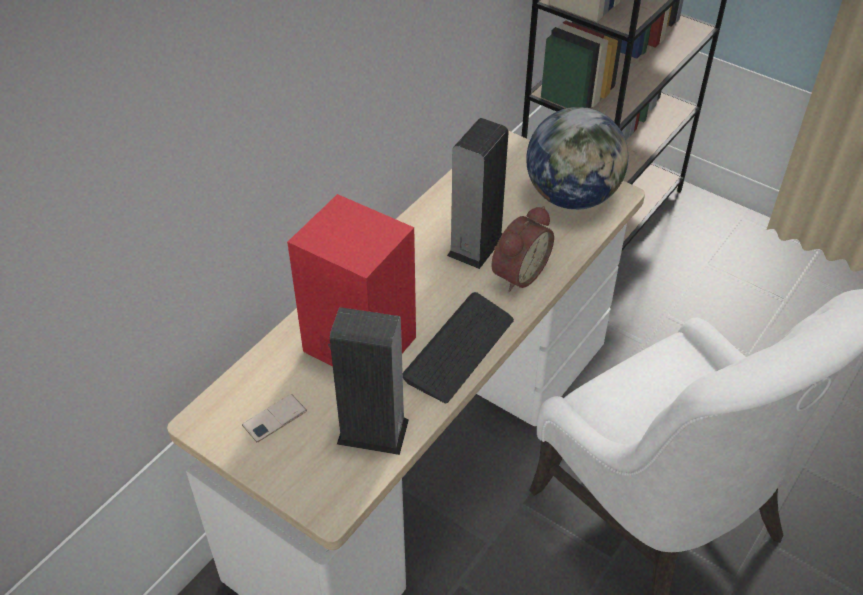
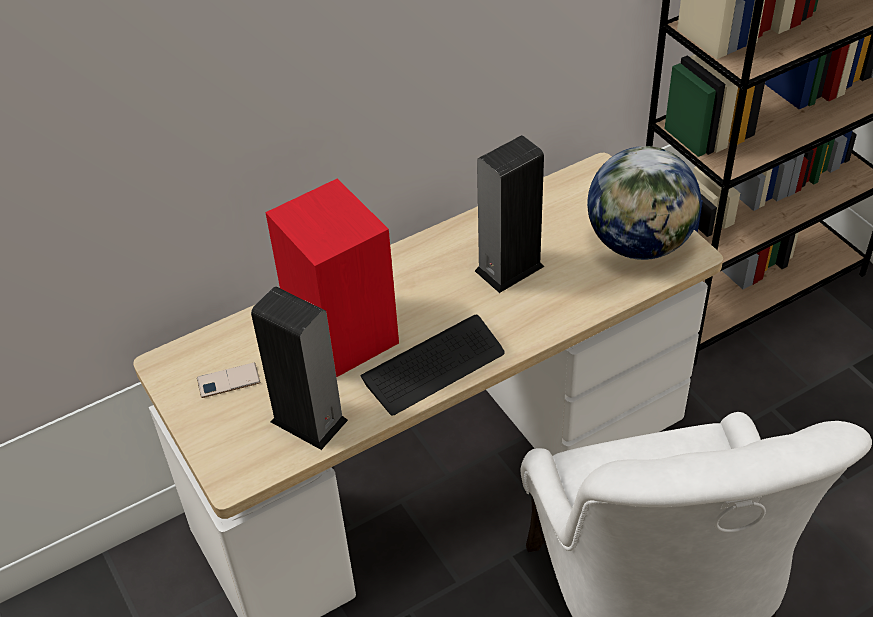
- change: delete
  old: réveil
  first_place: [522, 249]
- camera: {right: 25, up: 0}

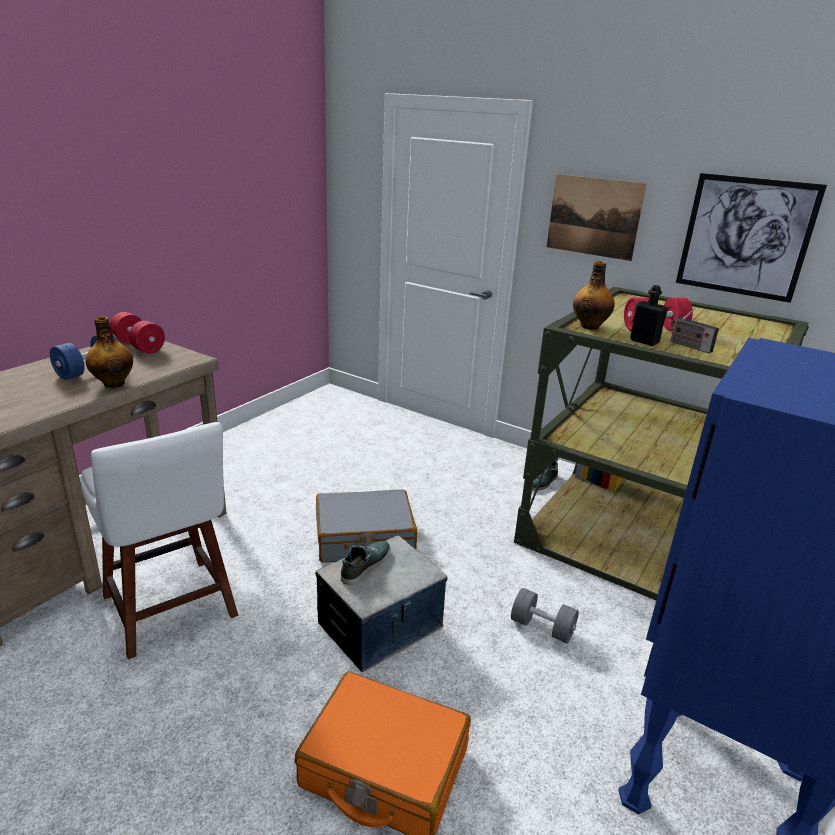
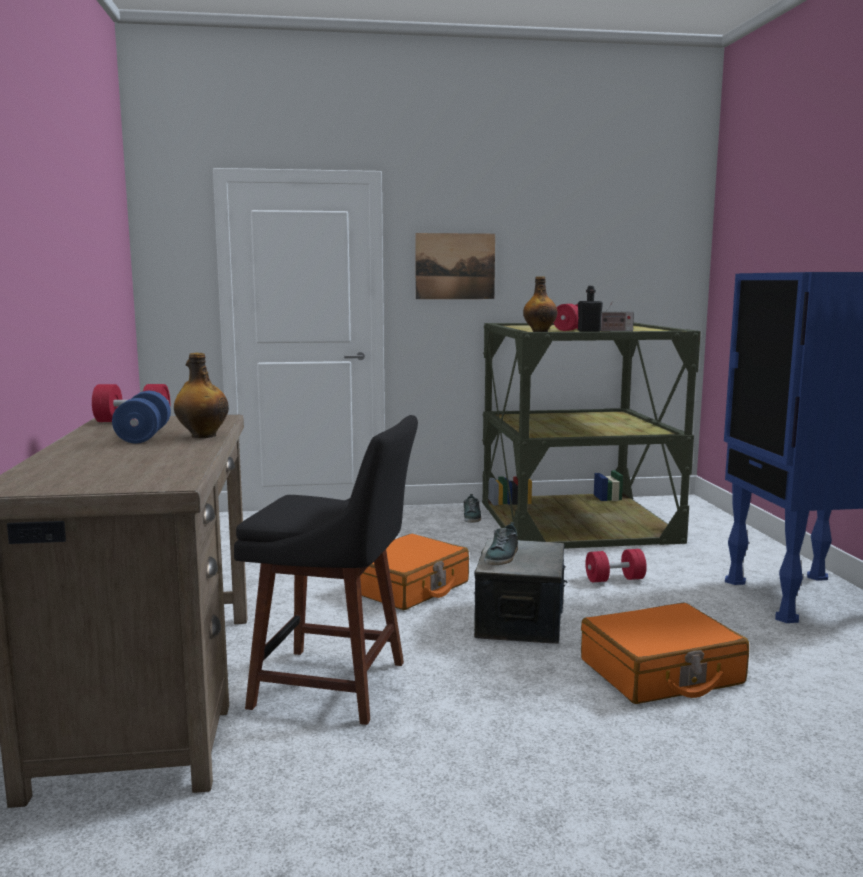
- change: recolor
  old: tabouret/blanc
  new: tabouret/noir
  first_place: [159, 541]
  second_place: [326, 570]
- change: recolor
  old: valise/gris
  new: valise/orange
  first_place: [366, 526]
  second_place: [414, 572]
- change: rotate
  old: chaussure
  first_place: [365, 563]
  second_place: [501, 543]
  degrees: -150
- change: recolor
  old: haltère/gris
  new: haltère/rouge
  first_place: [545, 615]
  second_place: [616, 565]
- change: delete
  old: tableau
  first_place: [751, 238]
- camera: {right: -40, up: -15}

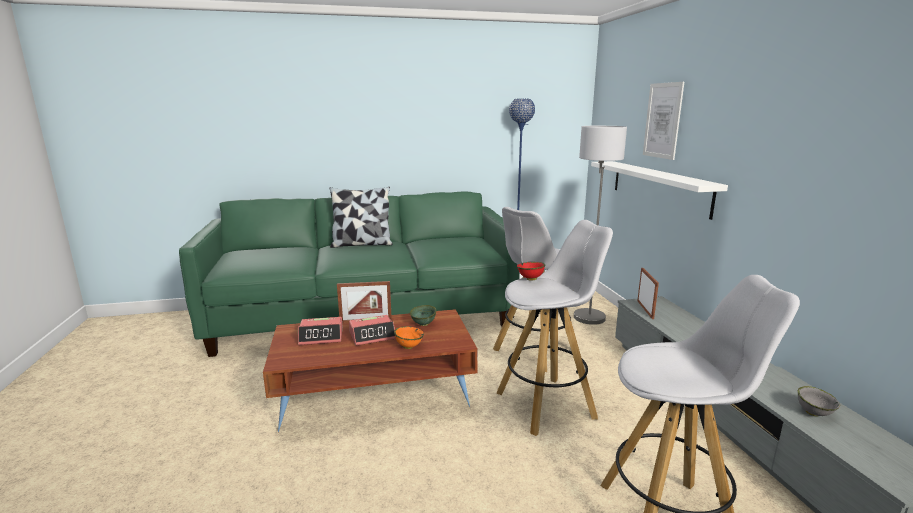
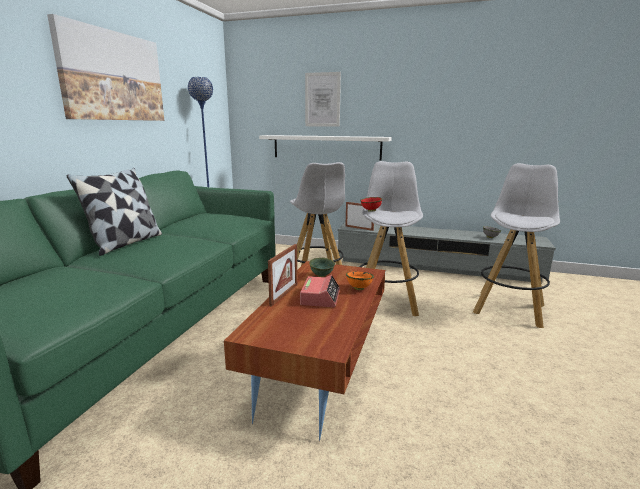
- change: insert
  new: tableau
  second_place: [106, 67]
- change: delete
  old: réveil
  first_place: [320, 331]
- change: delete
  old: lampadaire/gris
  first_place: [600, 225]
- camera: {right: -60, up: 0}

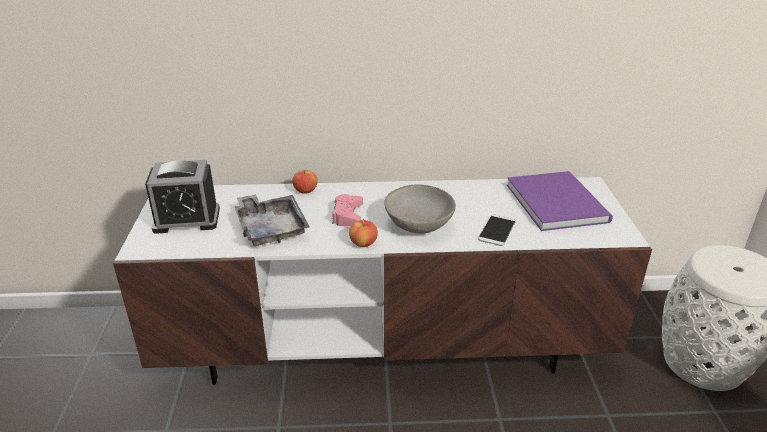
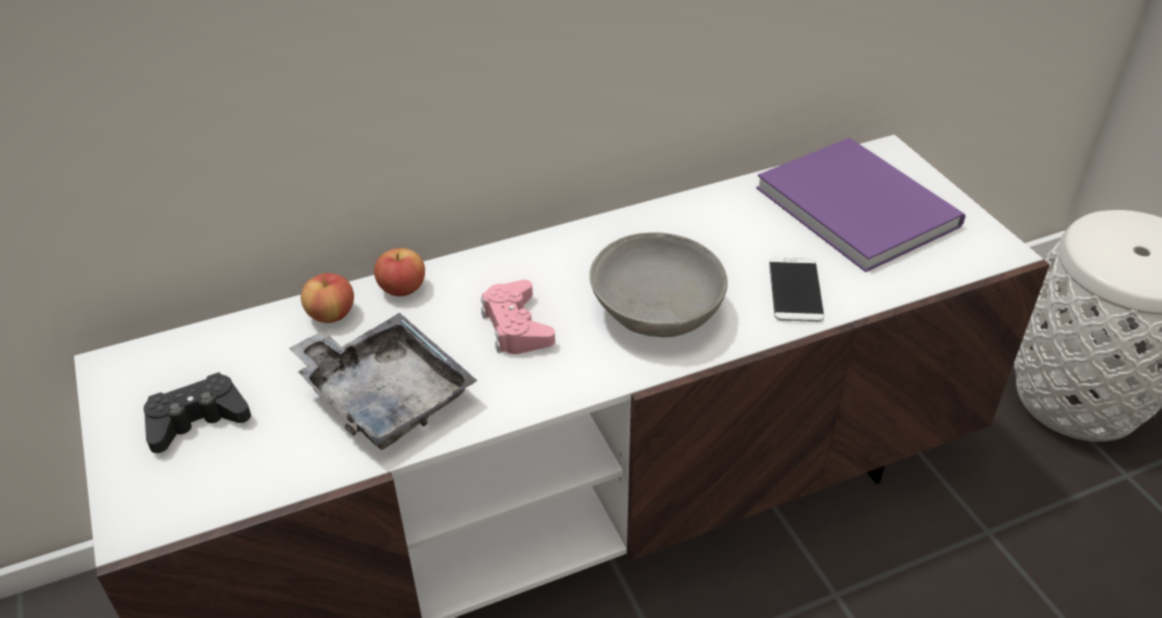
- change: replace
  old: réveil
  new: manette/noir
  first_place: [182, 197]
  second_place: [197, 412]
- change: move
  old: pomme
  first_place: [363, 233]
  second_place: [327, 298]
- camera: {right: -20, up: 10}

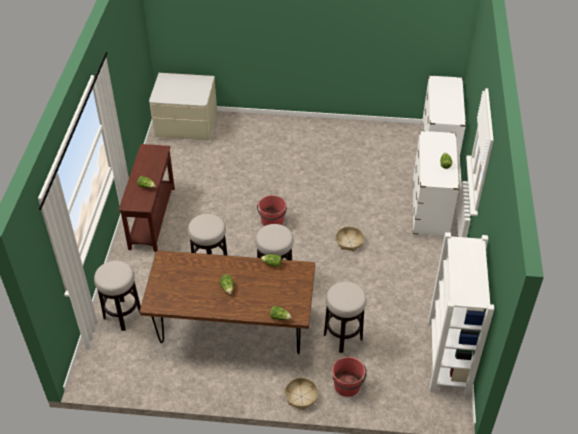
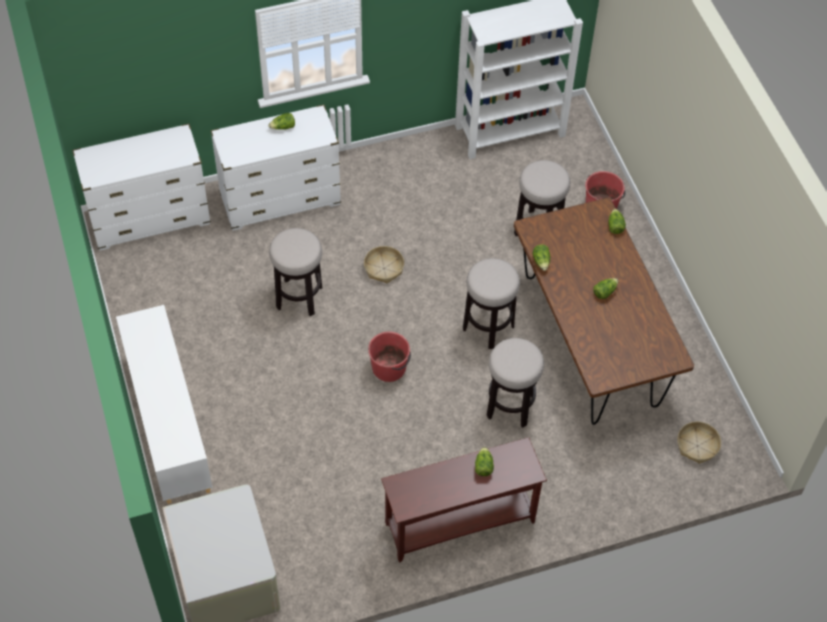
- change: insert
  new: meuble de rangement/blanc
  second_place: [164, 404]
- change: move
  old: tabouret
  first_place: [117, 295]
  second_place: [295, 272]
- change: move
  old: panier
  first_place: [301, 393]
  second_place: [699, 442]
- camera: {right: -115, up: 10}

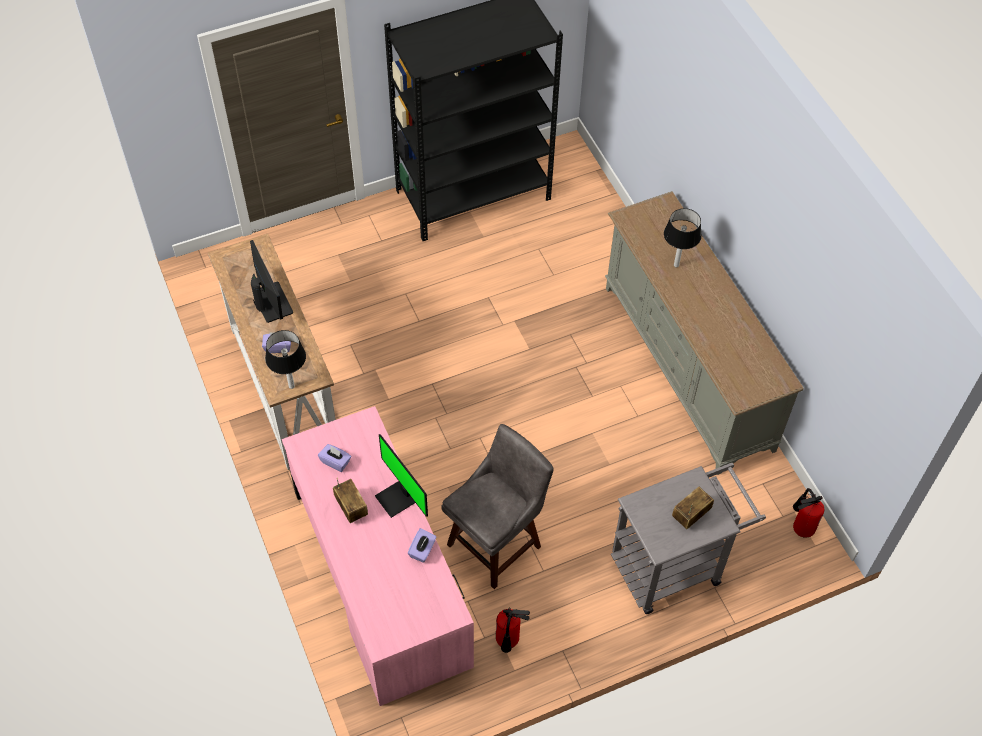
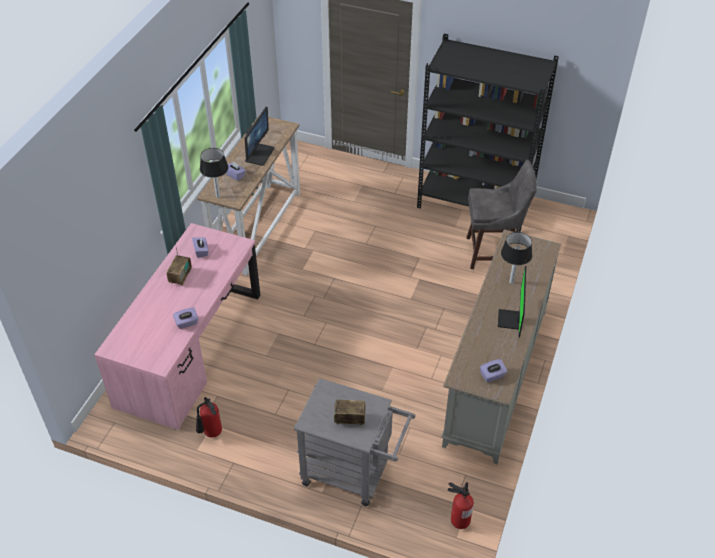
- change: move
  old: tabouret/gris
  first_place: [498, 506]
  second_place: [502, 214]
- change: insert
  new: boîte à mouchoirs/violet
  second_place: [493, 370]
- change: move
  old: écran d'ordinateur
  first_place: [401, 476]
  second_place: [512, 301]
- camera: {right: 45, up: -10}

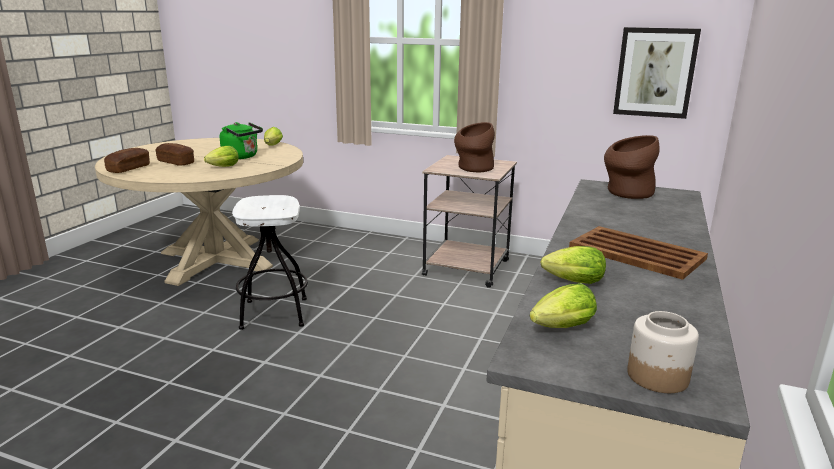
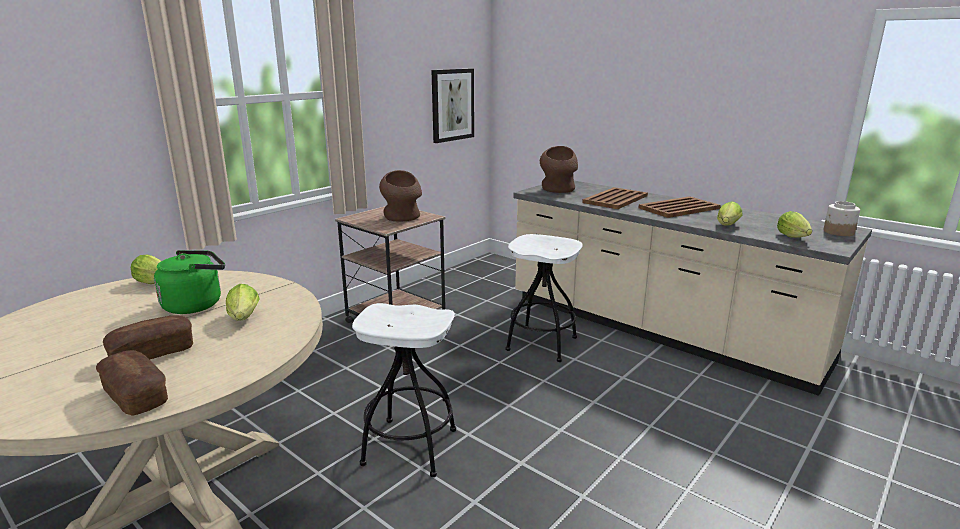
- change: insert
  new: tabouret/blanc
  second_place: [544, 298]
- change: insert
  new: plateau/marron
  second_place: [615, 198]
- camera: {right: -70, up: 0}

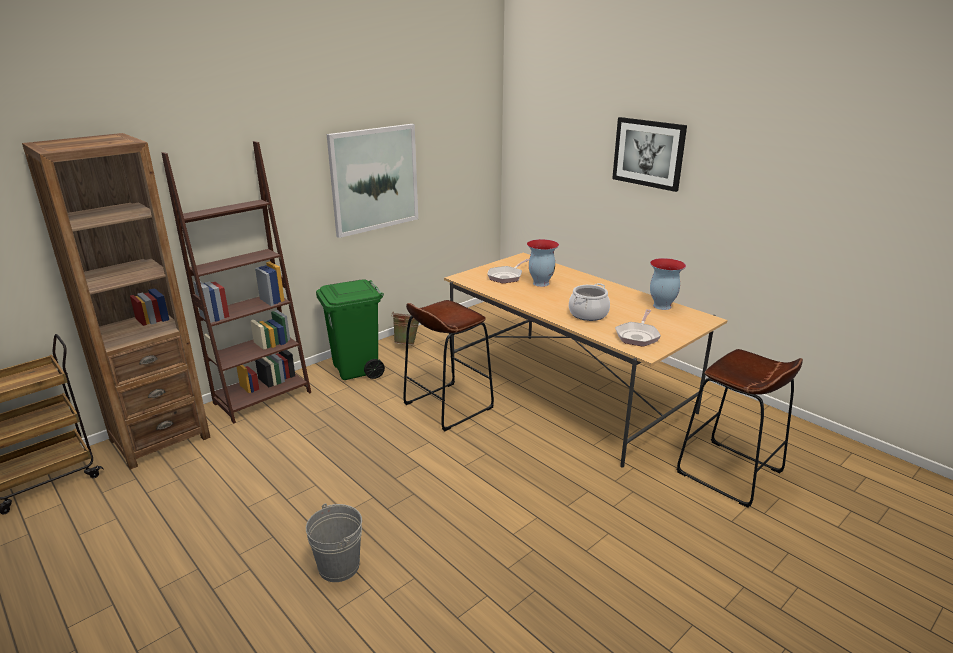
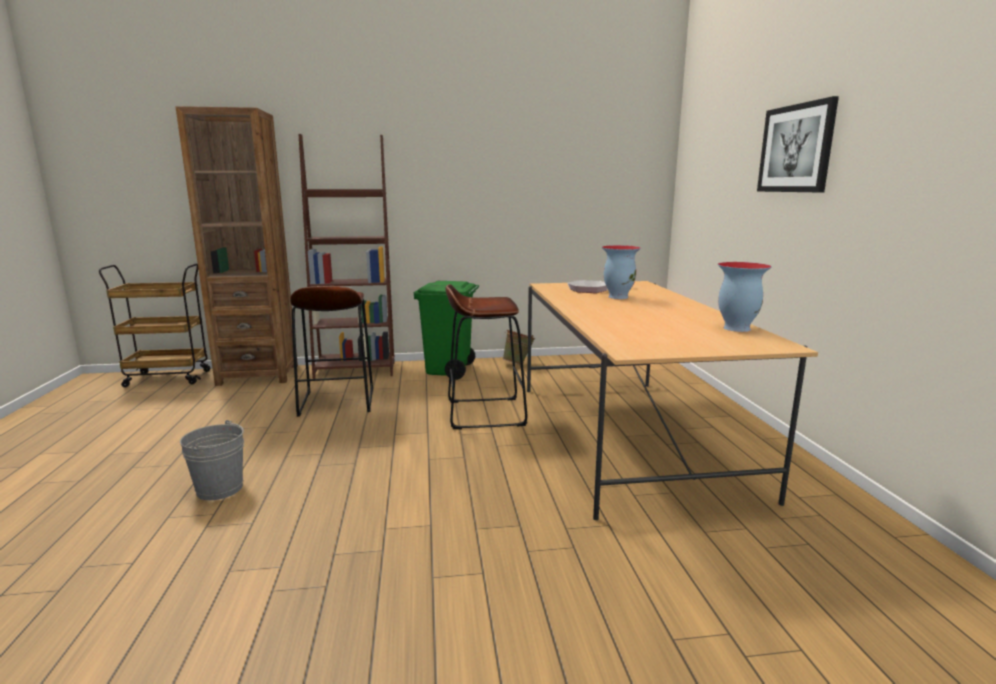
- change: move
  old: tabouret/marron
  first_place: [740, 428]
  second_place: [331, 351]
- change: delete
  old: tableau
  first_place: [372, 181]
- change: delete
  old: marmite
  first_place: [589, 302]
- change: delete
  old: poêle
  first_place: [638, 328]
- camera: {right: 35, up: -10}

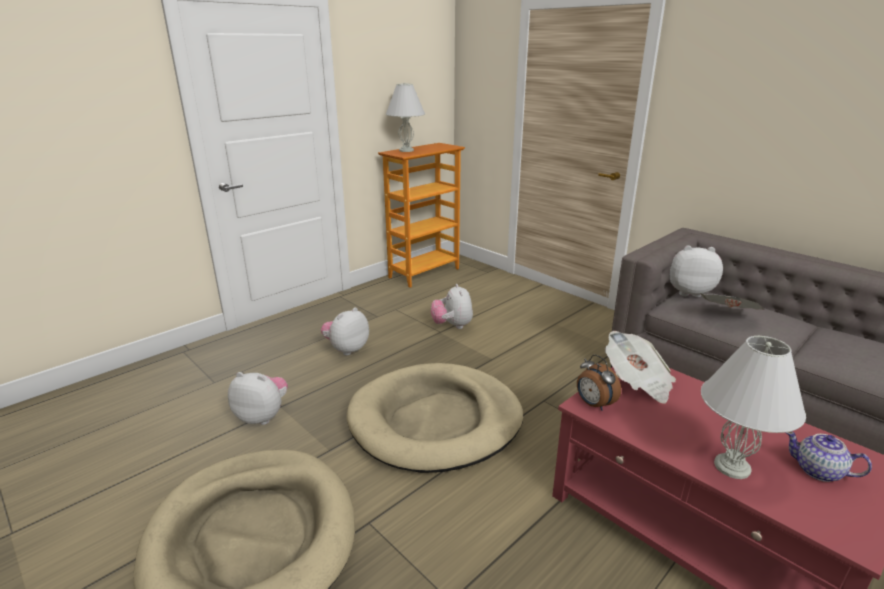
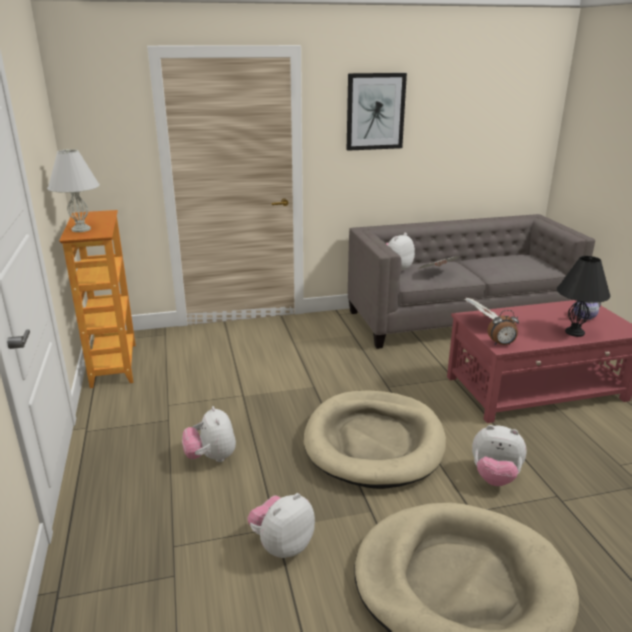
- change: insert
  new: tableau
  second_place: [377, 112]
- change: move
  old: peluche
  first_place: [452, 306]
  second_place: [499, 455]
- change: recolor
  old: lampe de table/blanc
  new: lampe de table/noir
  first_place: [753, 407]
  second_place: [583, 296]
- camera: {right: -60, up: 0}

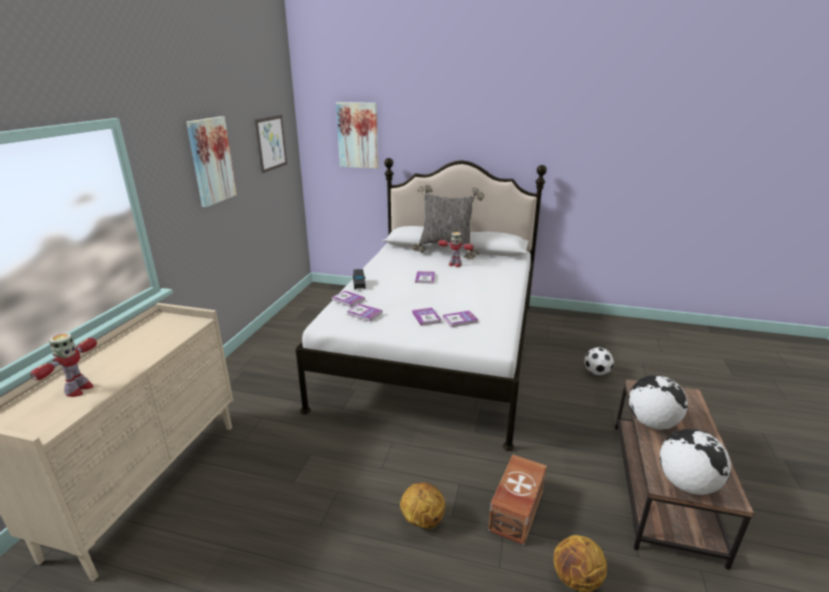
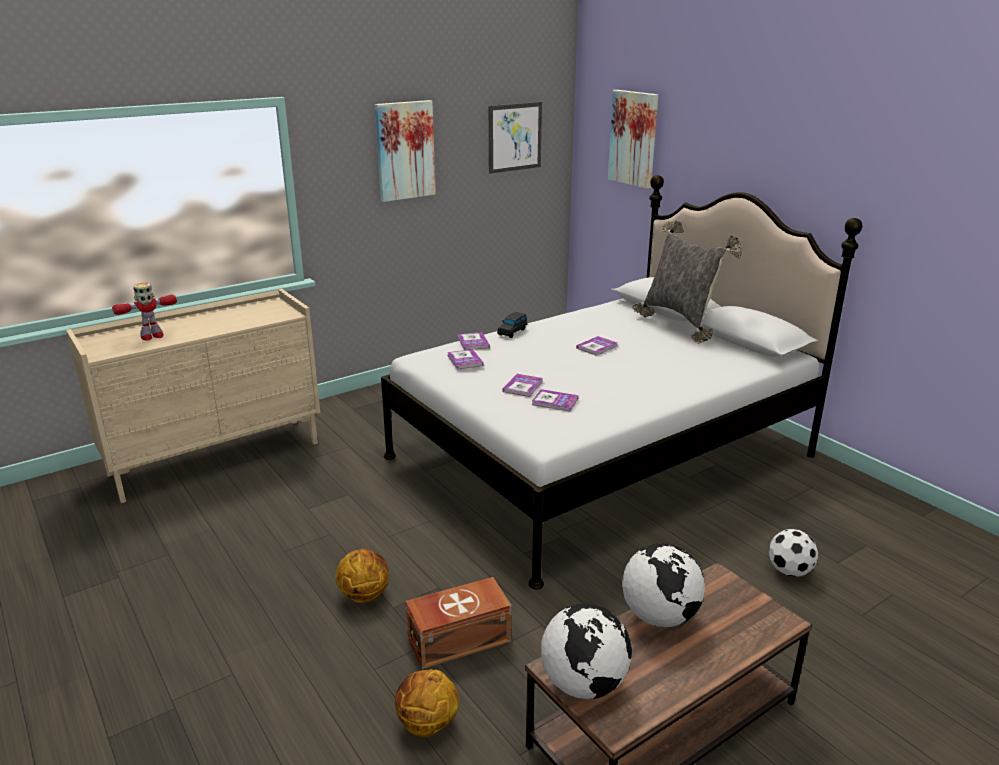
- change: delete
  old: robot jouet
  first_place: [456, 249]
- camera: {right: 40, up: 0}

